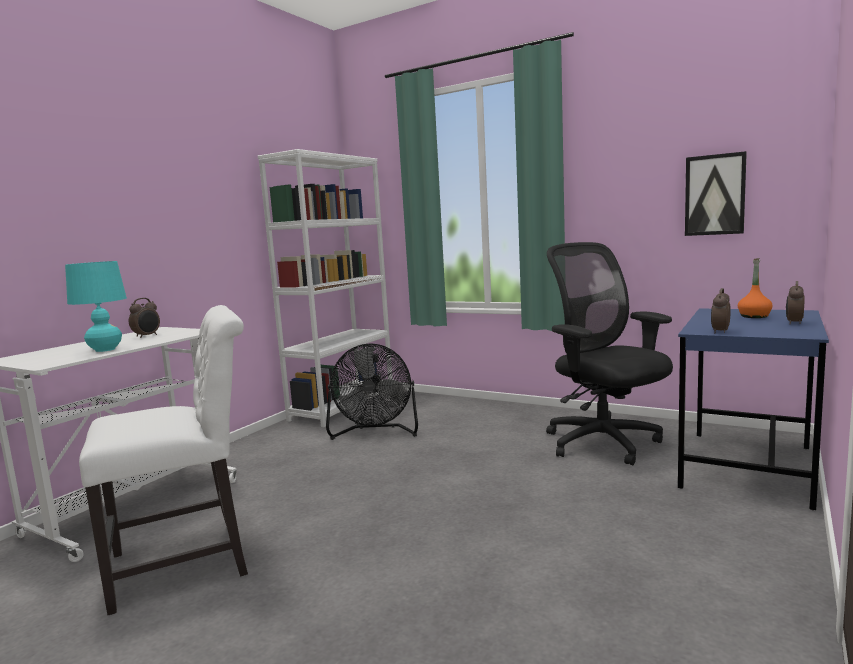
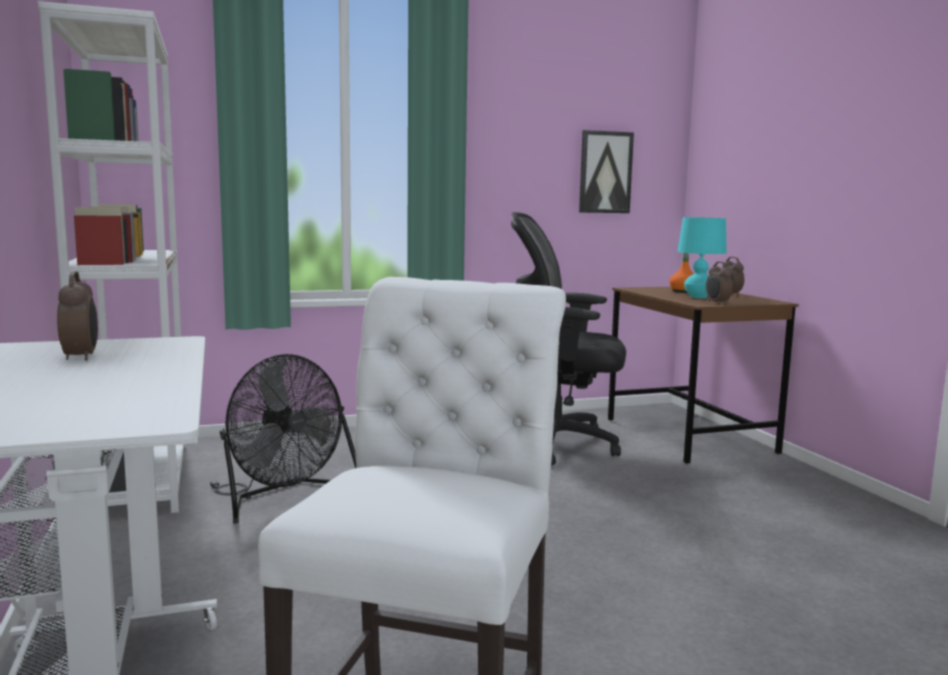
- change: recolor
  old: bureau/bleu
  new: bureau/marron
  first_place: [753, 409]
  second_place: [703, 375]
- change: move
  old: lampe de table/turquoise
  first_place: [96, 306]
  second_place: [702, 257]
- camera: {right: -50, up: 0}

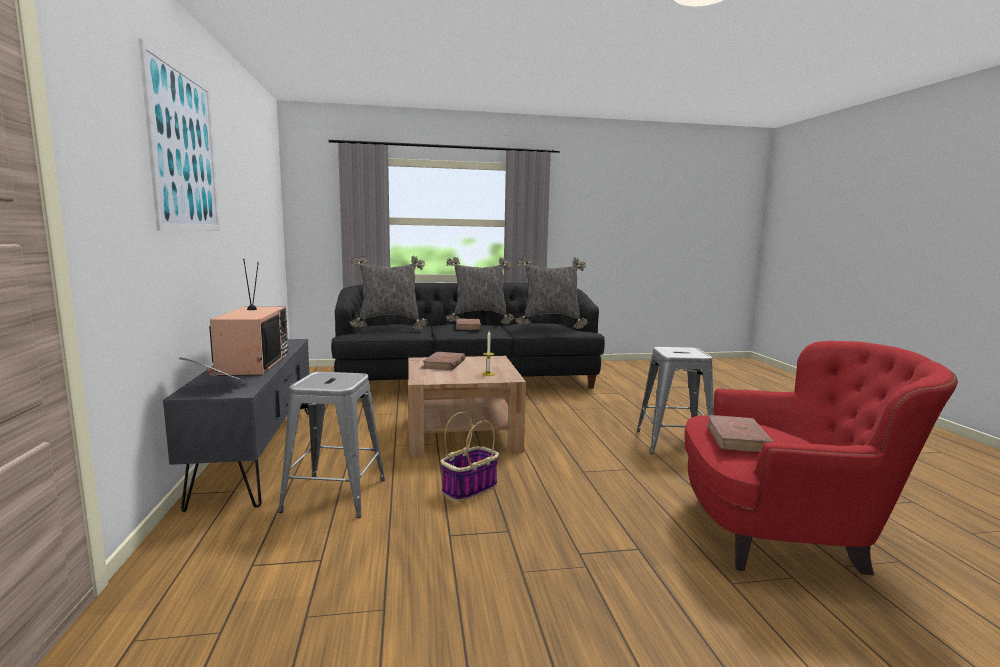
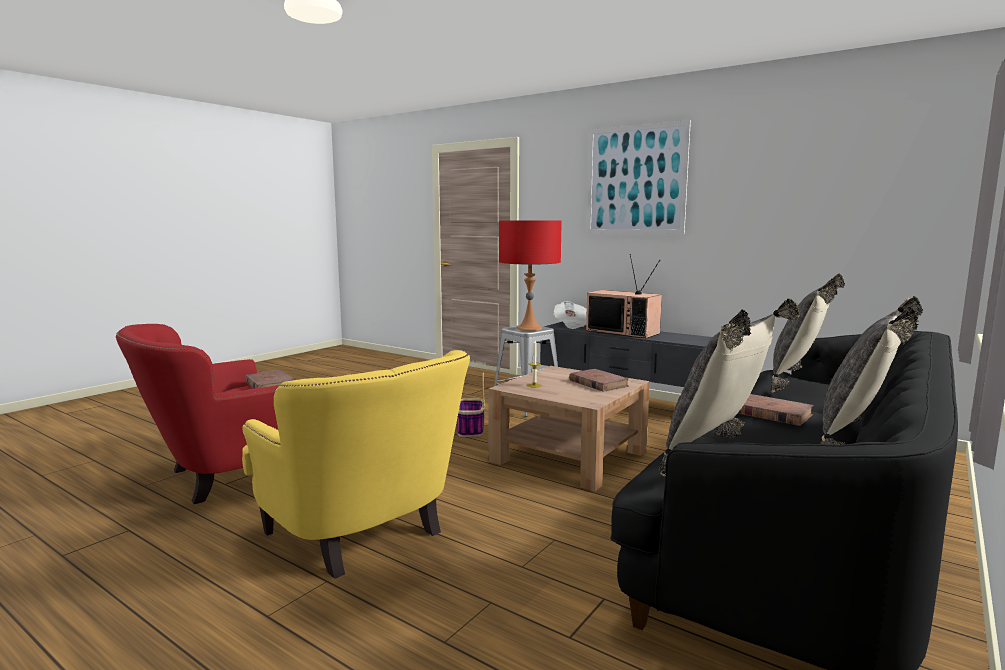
- change: replace
  old: tabouret/gris
  new: fauteuil/jaune
  first_place: [675, 400]
  second_place: [356, 464]
- change: insert
  new: lampe de table/rouge
  second_place: [530, 275]
- camera: {right: 135, up: 0}

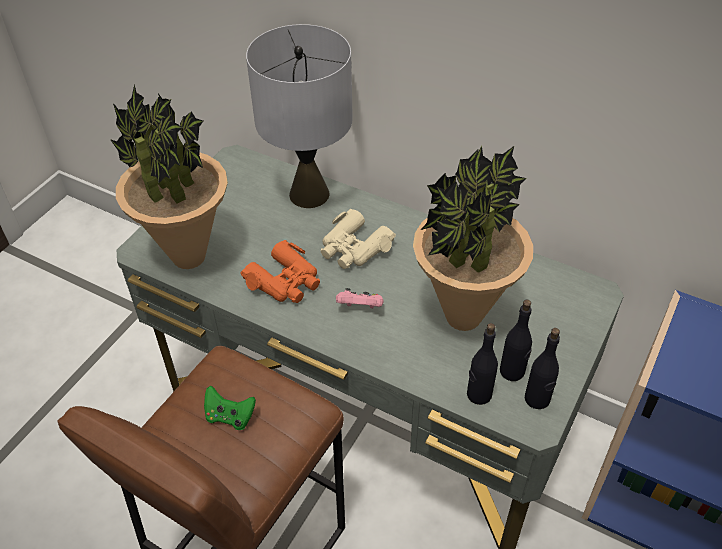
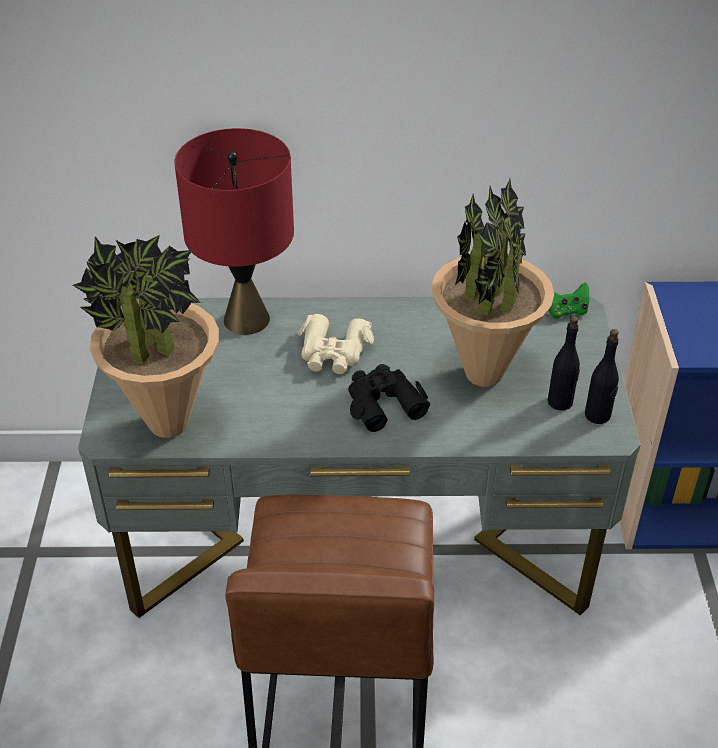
- change: recolor
  old: lampe de table/gris
  new: lampe de table/rouge
  first_place: [299, 116]
  second_place: [234, 231]
- change: replace
  old: manette/rose
  new: jumelles/noir
  first_place: [359, 298]
  second_place: [389, 398]
- change: move
  old: manette/vert
  first_place: [230, 408]
  second_place: [569, 300]
- change: delete
  old: jumelles/orange
  first_place: [280, 271]
- change: delete
  old: bouteille/noir
  first_place: [482, 364]
- camera: {right: -30, up: -5}

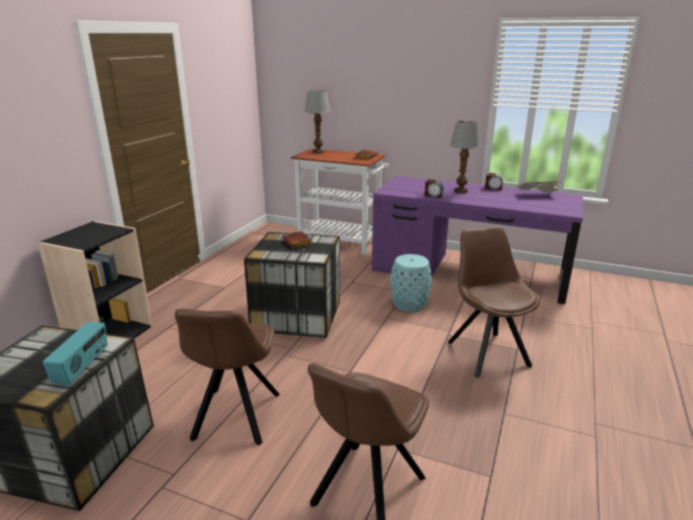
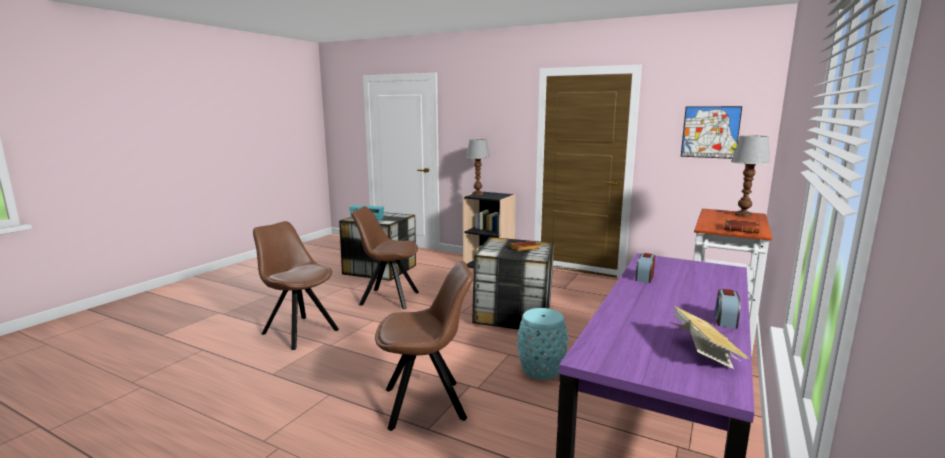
- change: move
  old: lampe de table
  first_place: [465, 157]
  second_place: [478, 167]
- change: insert
  new: tableau
  second_place: [711, 132]
- camera: {right: 95, up: -10}

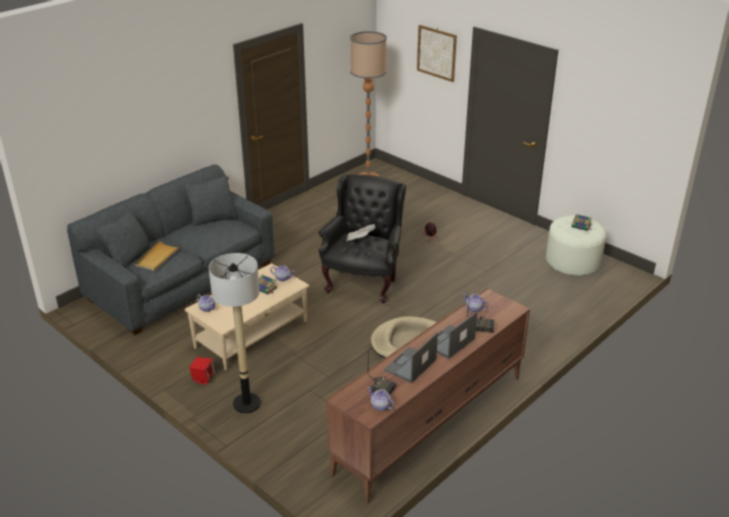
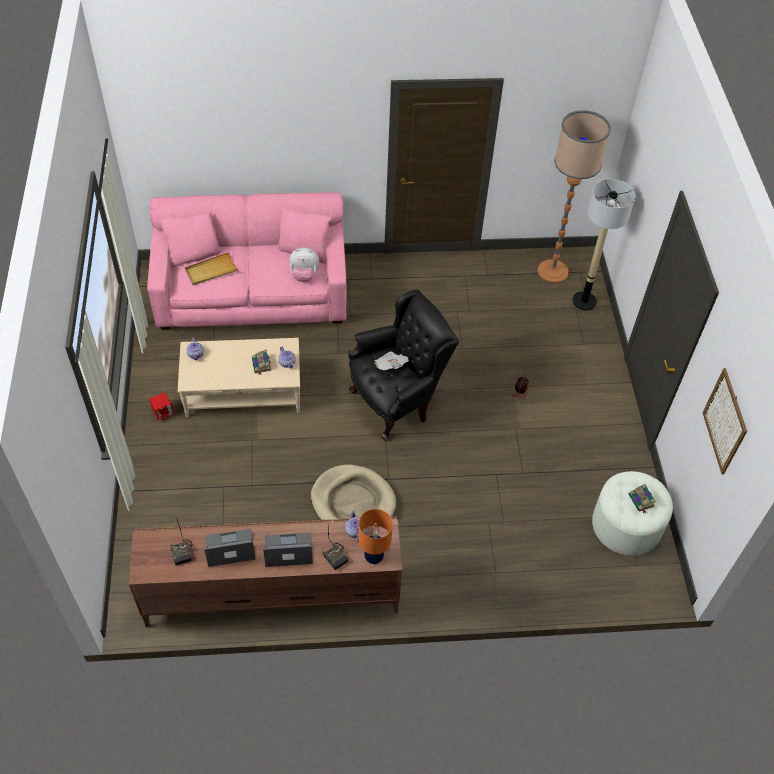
- change: recolor
  old: canapé/gris
  new: canapé/rose
  first_place: [171, 249]
  second_place: [247, 261]
- change: insert
  new: peluche
  second_place: [304, 265]
- change: insert
  new: lampe de table/orange
  second_place: [375, 536]
- change: move
  old: lampadaire
  first_place: [235, 333]
  second_place: [603, 245]
- change: move
  old: tableau
  first_place: [437, 53]
  second_place: [725, 421]
- change: delete
  old: théière
  first_place: [381, 399]
- camera: {right: 40, up: 20}

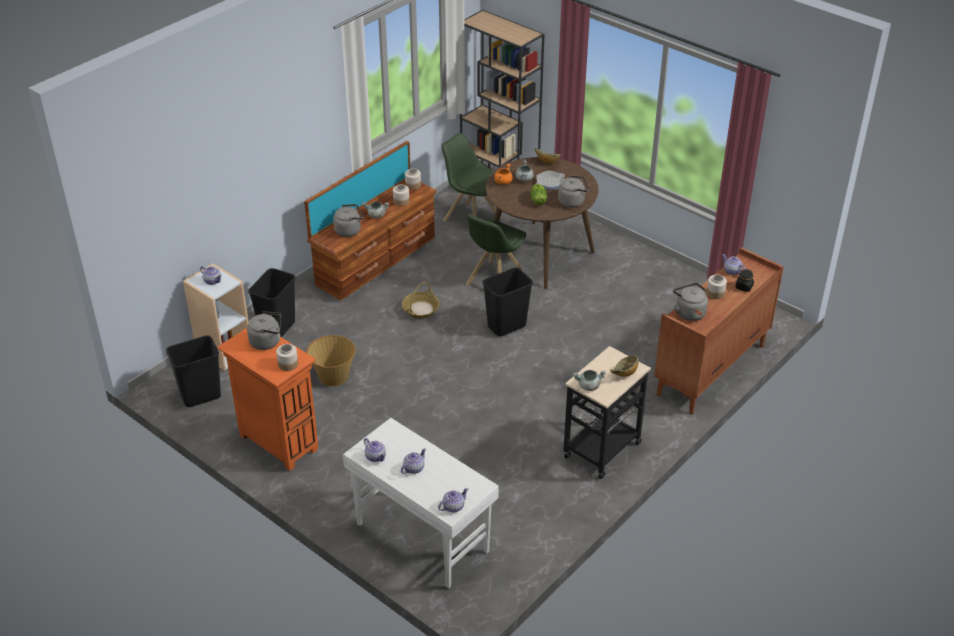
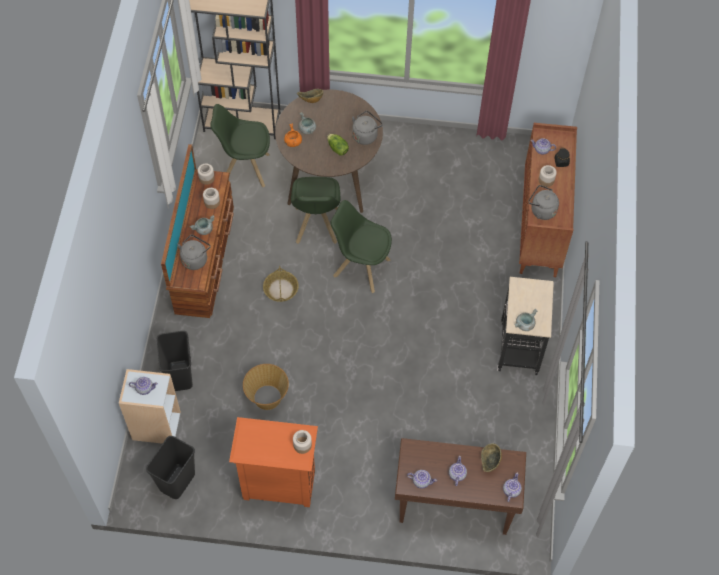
- change: replace
  old: poubelle/noir
  new: chaise/vert
  first_place: [507, 301]
  second_place: [361, 246]
- change: recolor
  old: table console/blanc
  new: table console/marron
  first_place: [421, 503]
  second_place: [460, 486]
- change: move
  old: bol
  first_place: [624, 366]
  second_place: [491, 457]
- change: delete
  old: bouilloire/gris
  first_place: [264, 330]
- change: delete
  old: poêle
  first_place: [550, 180]
- camera: {right: -35, up: 20}

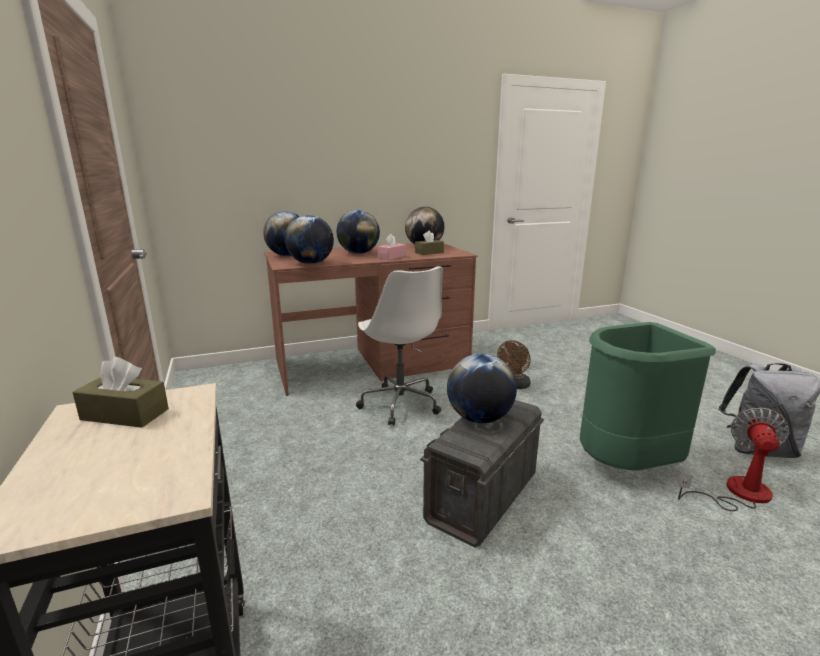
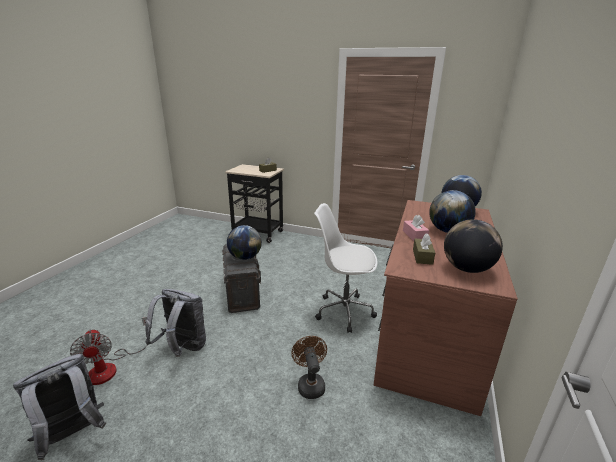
- change: replace
  old: poubelle/vert
  new: sac à dos/gris
  first_place: [648, 396]
  second_place: [175, 323]
- change: delete
  old: globe
  first_place: [309, 239]
- camera: {right: 130, up: 5}

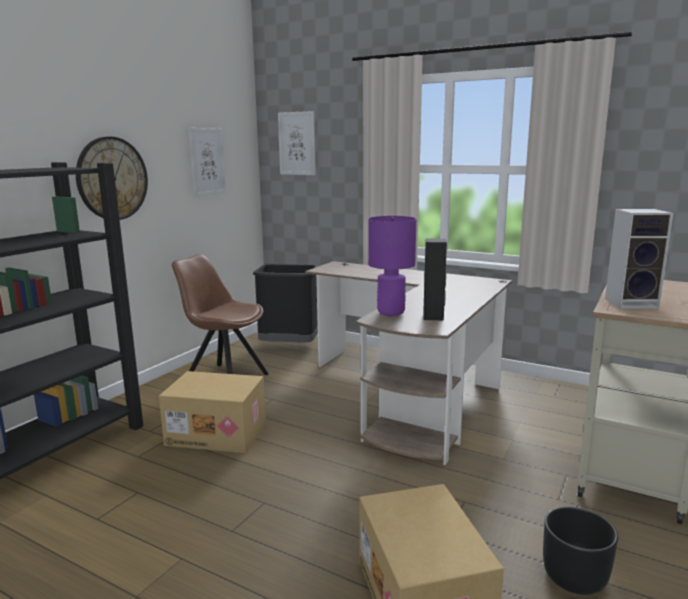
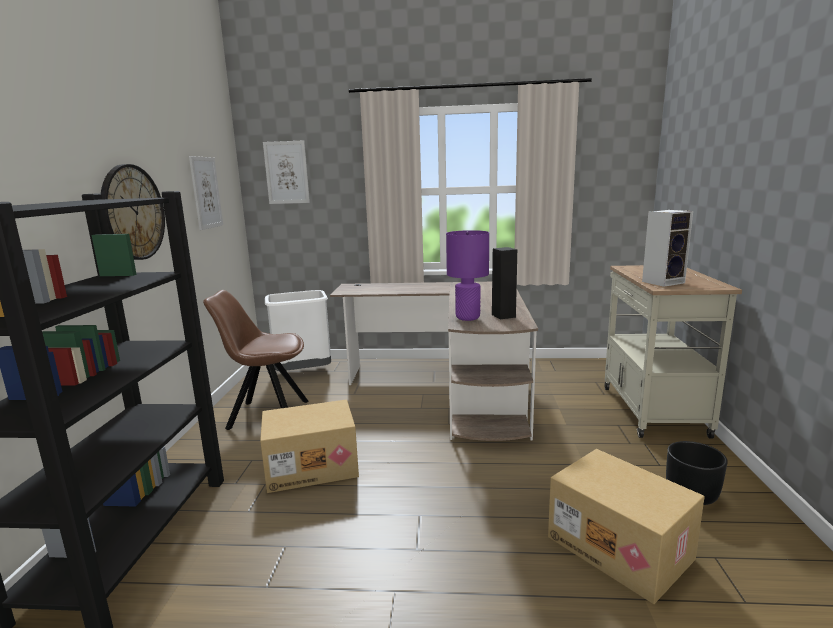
- change: recolor
  old: poubelle/noir
  new: poubelle/blanc
  first_place: [285, 303]
  second_place: [298, 330]
- camera: {right: -25, up: 0}

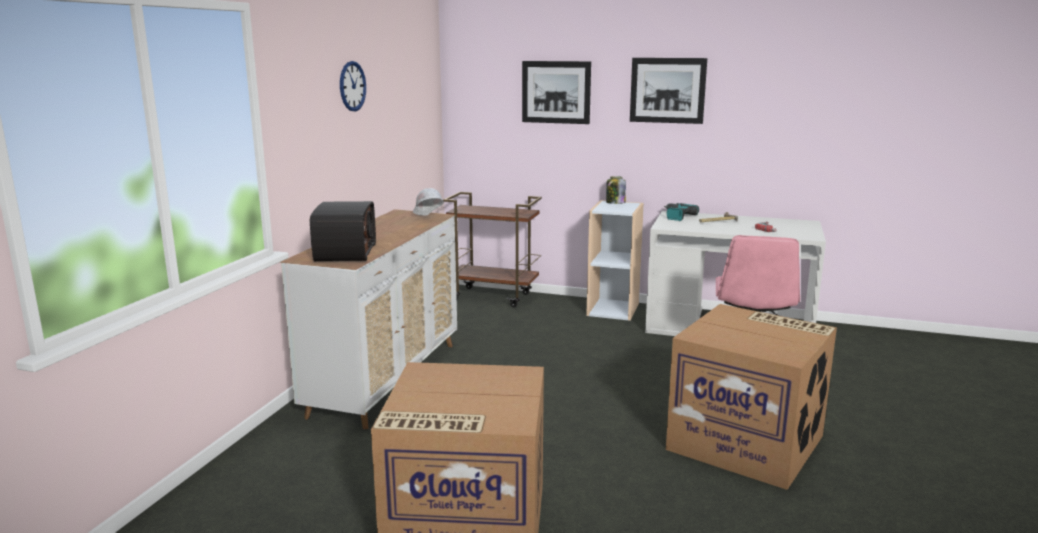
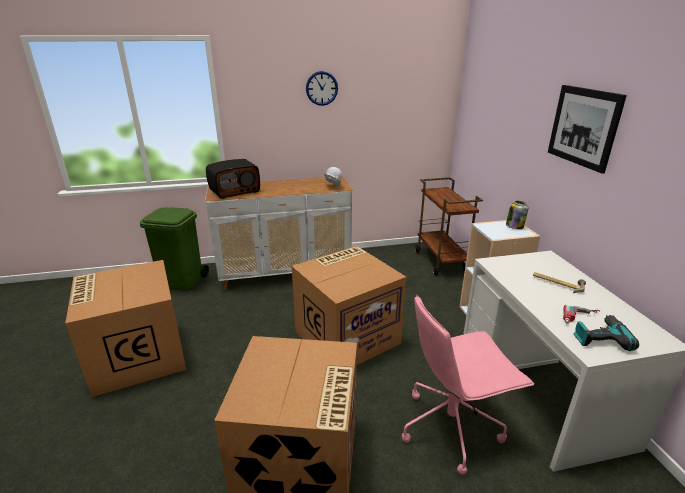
- change: insert
  new: poubelle/vert
  second_place: [174, 248]
- change: insert
  new: carton
  second_place: [349, 305]
- change: move
  old: perceuse
  first_place: [681, 212]
  second_place: [606, 333]
- change: delete
  old: tableau
  first_place: [556, 92]
- camera: {right: 60, up: 10}

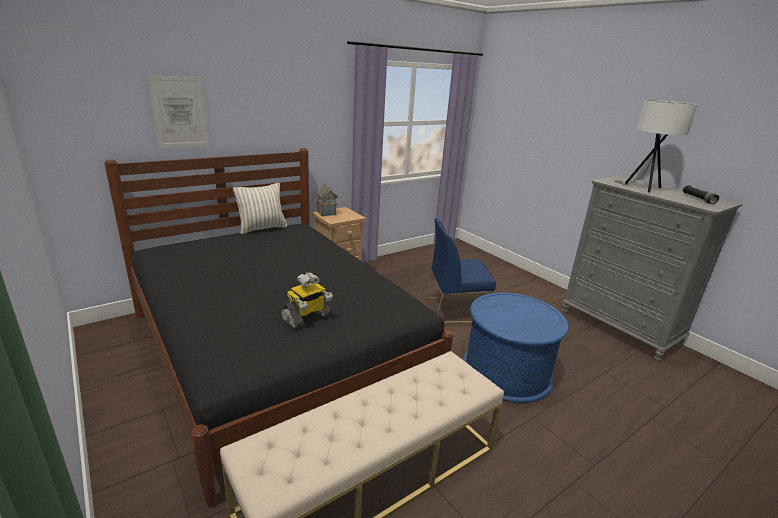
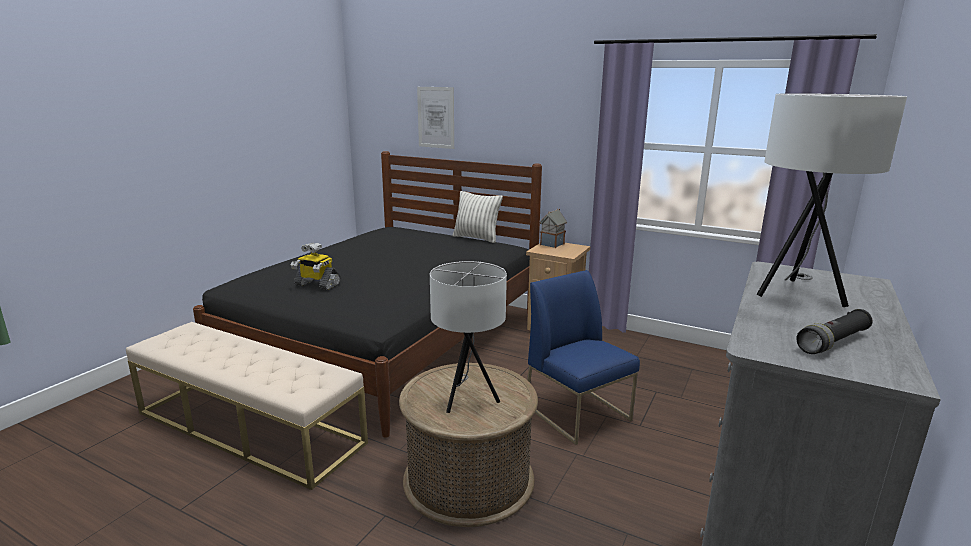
- change: recolor
  old: table basse/bleu
  new: table basse/marron
  first_place: [515, 347]
  second_place: [468, 445]
- change: insert
  new: lampe de table/blanc
  second_place: [468, 337]
- camera: {right: 65, up: -5}

